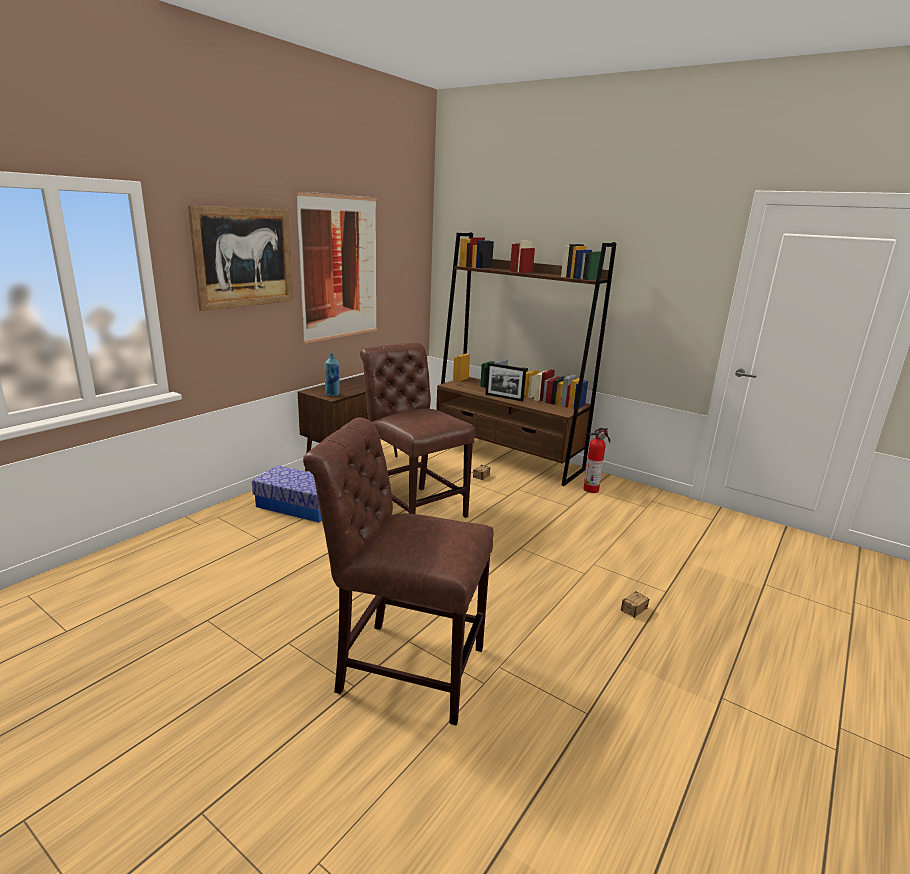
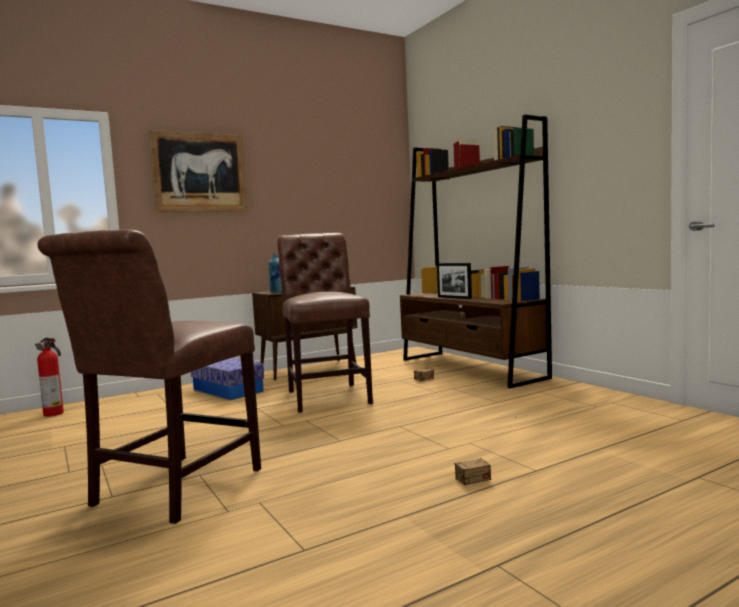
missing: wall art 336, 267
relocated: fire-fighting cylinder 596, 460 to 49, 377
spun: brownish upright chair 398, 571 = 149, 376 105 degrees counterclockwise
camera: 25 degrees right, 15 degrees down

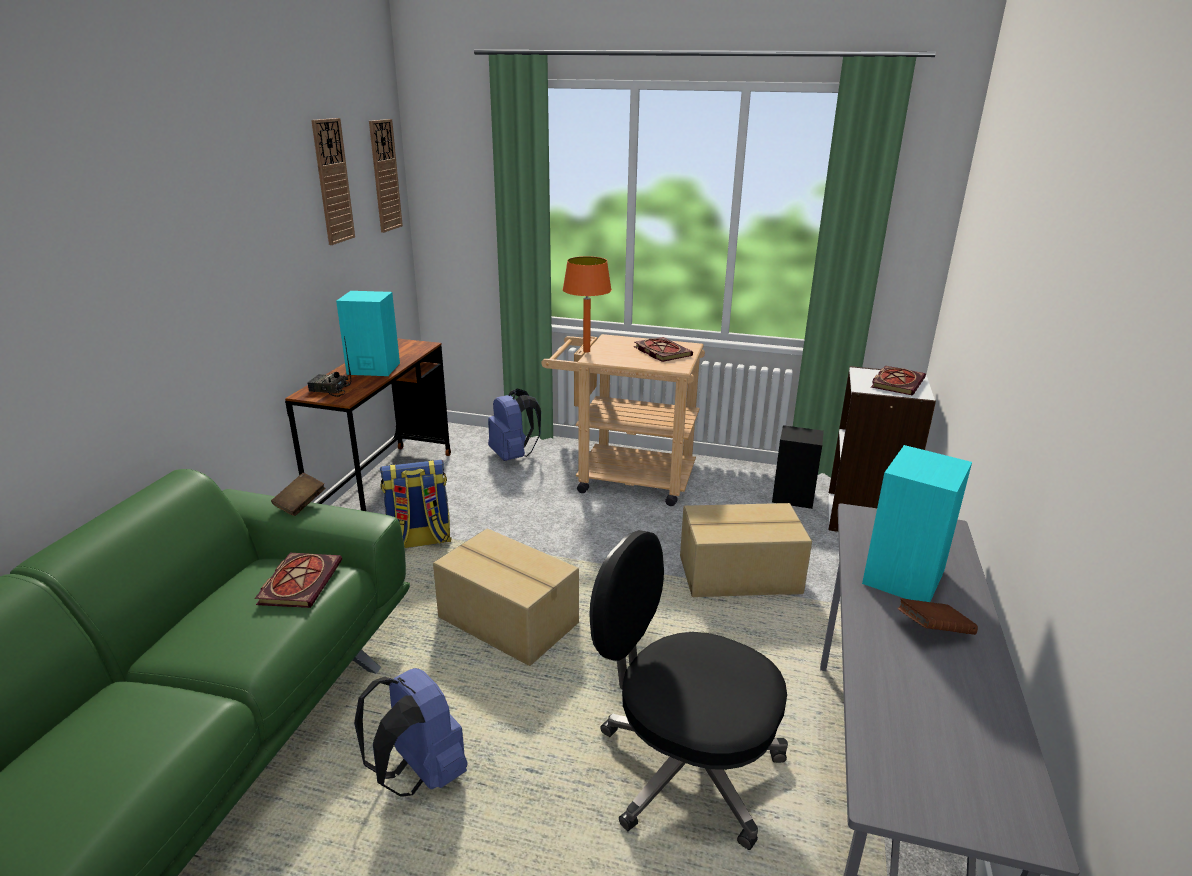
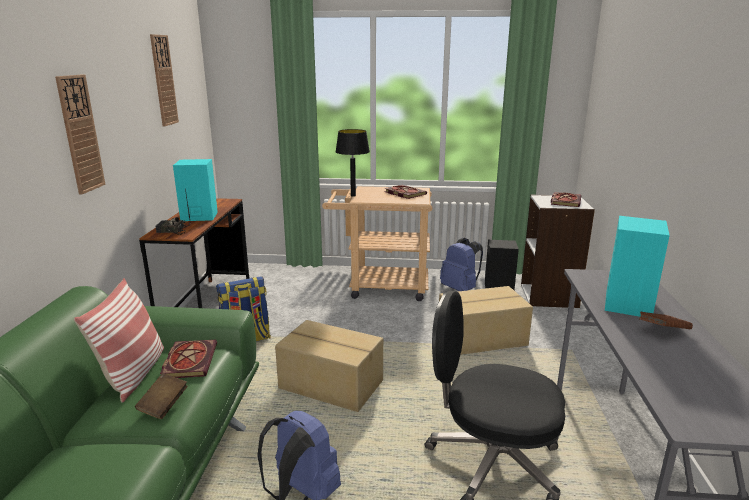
appeared: throw pillow 119, 340
relocated: brownish volume 298, 494 to 161, 396; wall clock 386, 176 to 80, 134; blue rucksack 514, 424 to 461, 264
colour: orangey tabletop lamp 587, 304 to black-coloured tabletop lamp 352, 163
camera: 10 degrees left, 5 degrees down

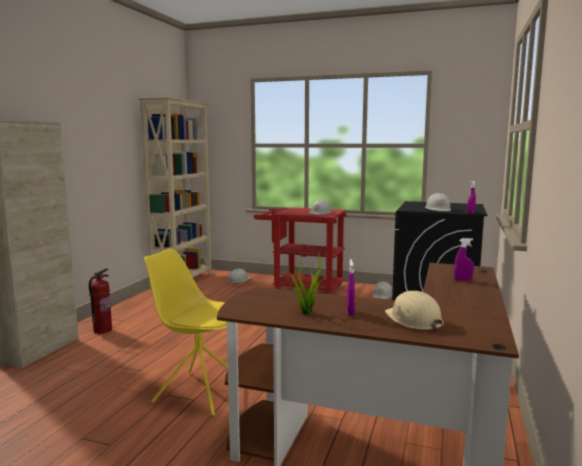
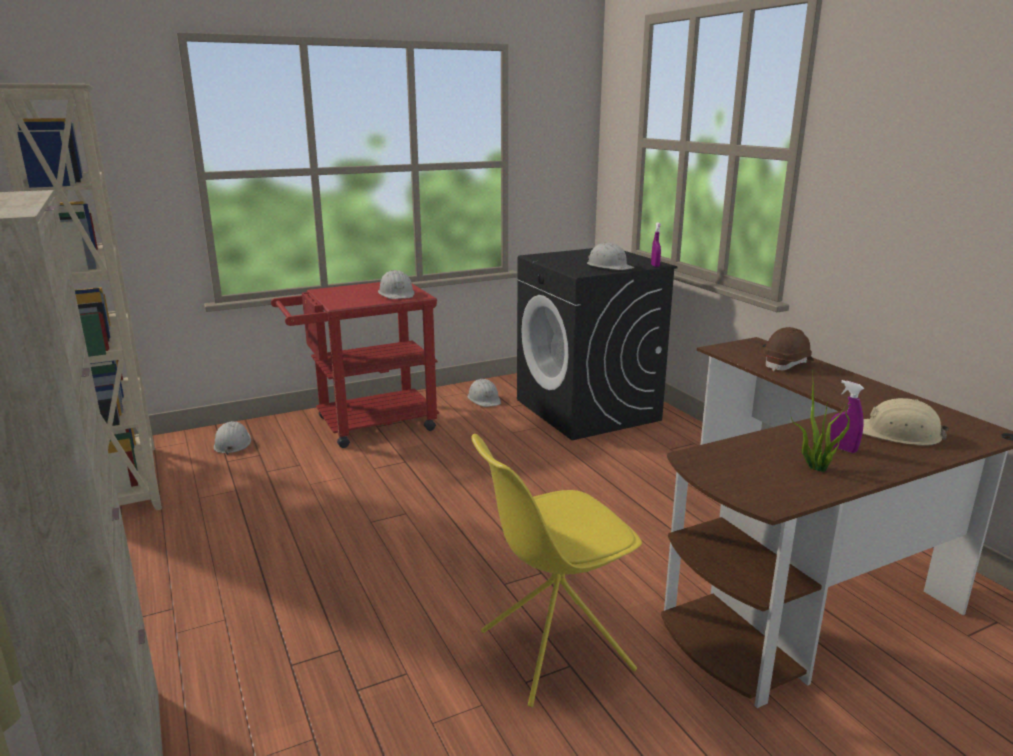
missing: fire-fighting cylinder 100, 301
exchanged: purplish hand sprayer 464, 259 to brownish work helmet 788, 349
camera: 45 degrees left, 10 degrees up

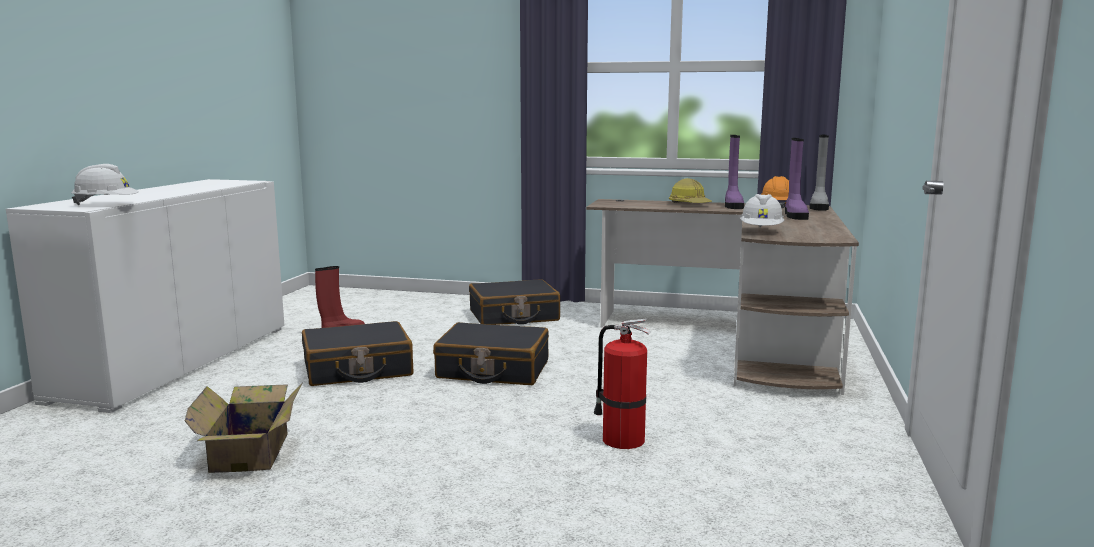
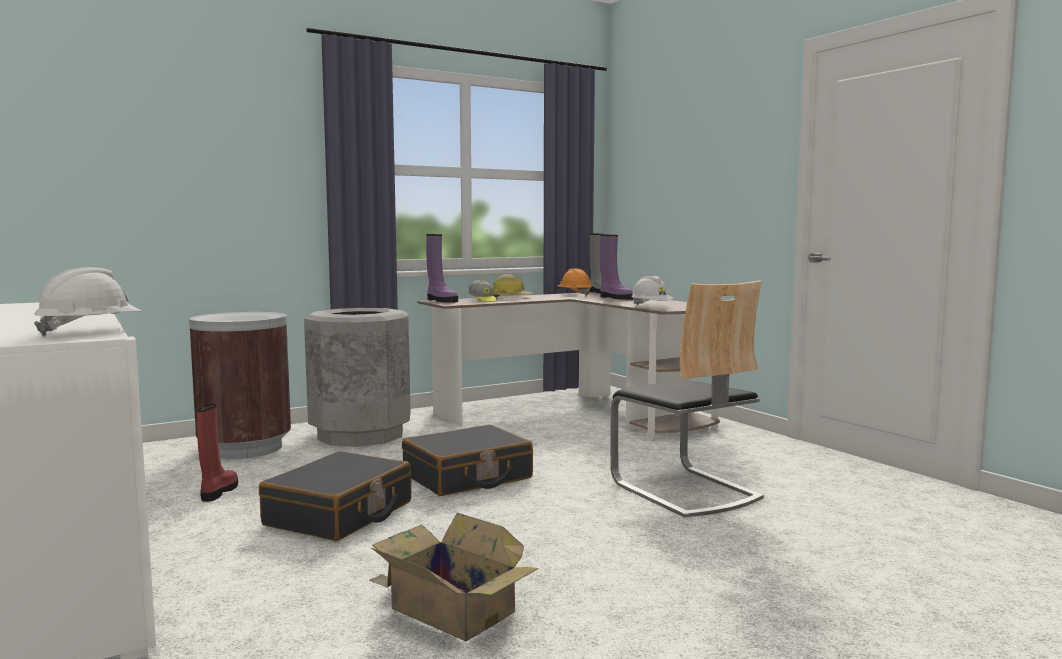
appeared: brownish waste bin 240, 385; cap 482, 291
relocated: purplish high-top boot 734, 172 to 442, 268
exchanged: black-coloured piece of luggage 514, 302 to gray waste bin 357, 377; fire-fighting cylinder 622, 383 to upright chair 687, 398
camera: 45 degrees left, 5 degrees down

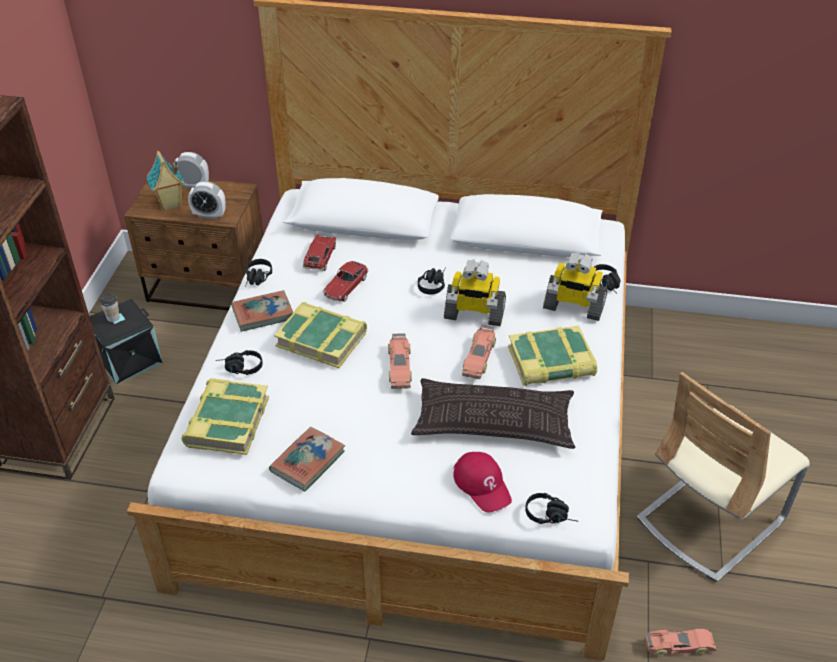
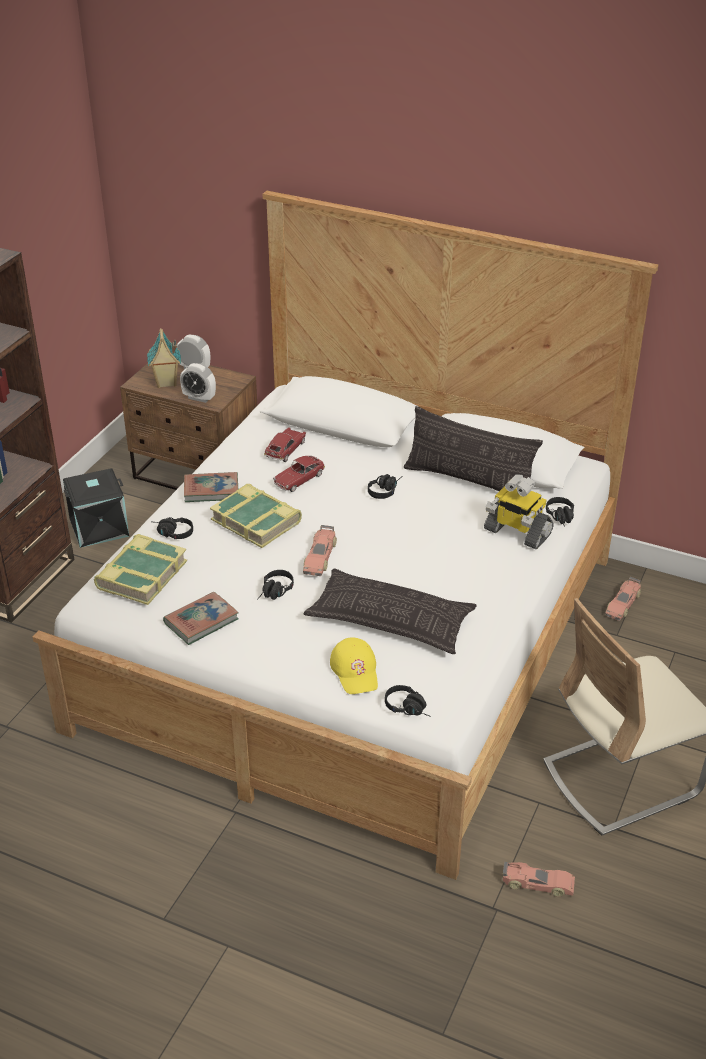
missing: small cup 110, 308; robot figure 475, 293; volume 552, 356
appeared: throw pillow 473, 448
relocated: black-coloured pair of headphones 258, 273 to 275, 585; miniature car 479, 351 to 623, 599
colour: red cap 482, 482 to yellow-coloured cap 354, 665
camera: 15 degrees right, 5 degrees down

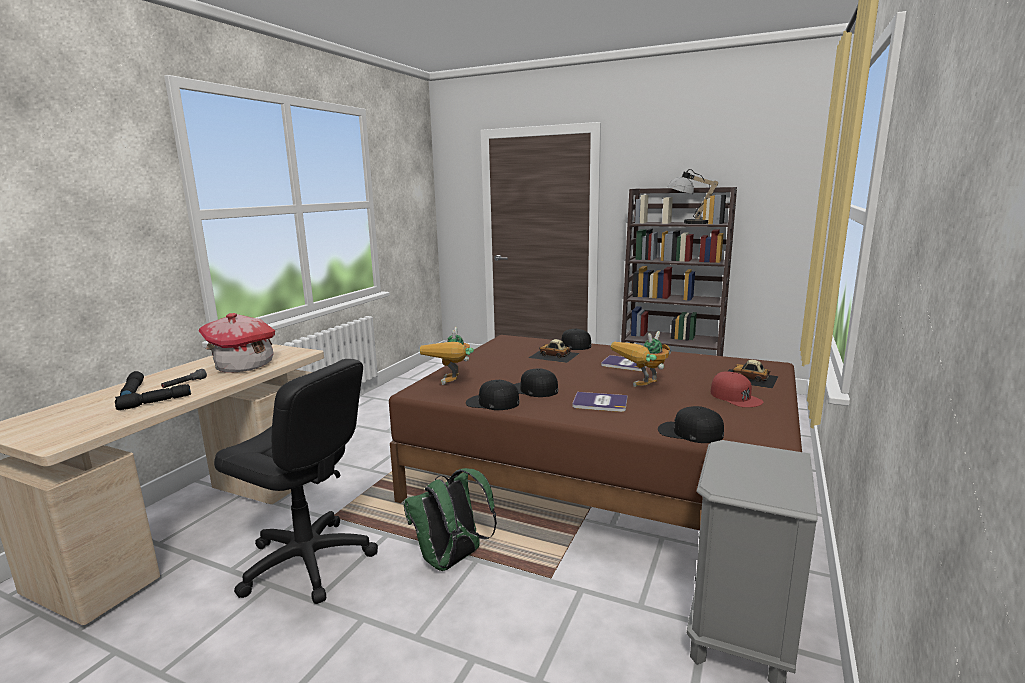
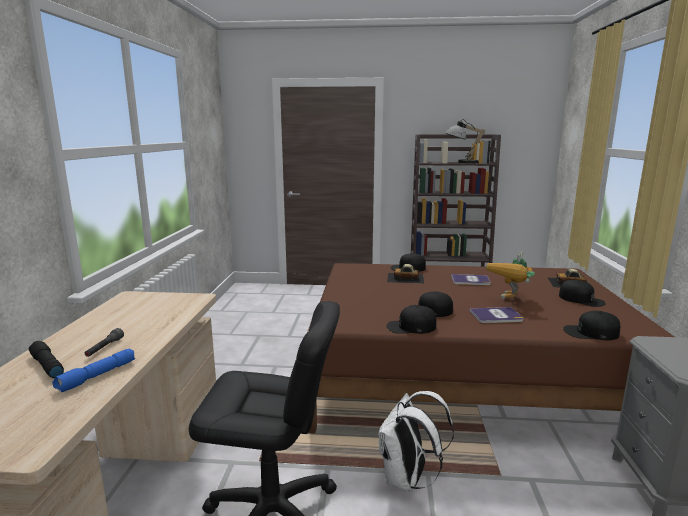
missing: toy house 237, 343; robot figure 447, 356
colour: black-coloured hand torch 153, 397 to blue hand torch 93, 370; greenish rucksack 450, 519 to whitish rucksack 416, 441; red cap 737, 389 to black-coloured cap 582, 293
camera: 20 degrees left, 0 degrees up

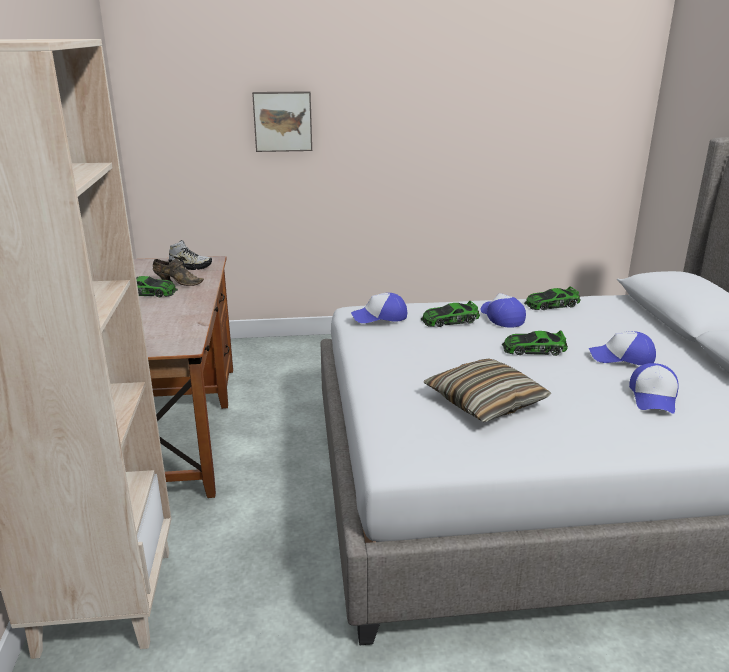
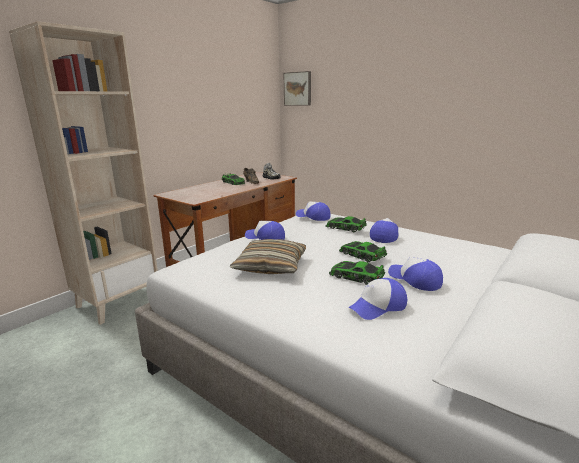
appeared: cap 265, 230
relocated: wall art 282, 121 to 297, 88; miniature car 552, 298 to 357, 273
camera: 45 degrees right, 5 degrees down

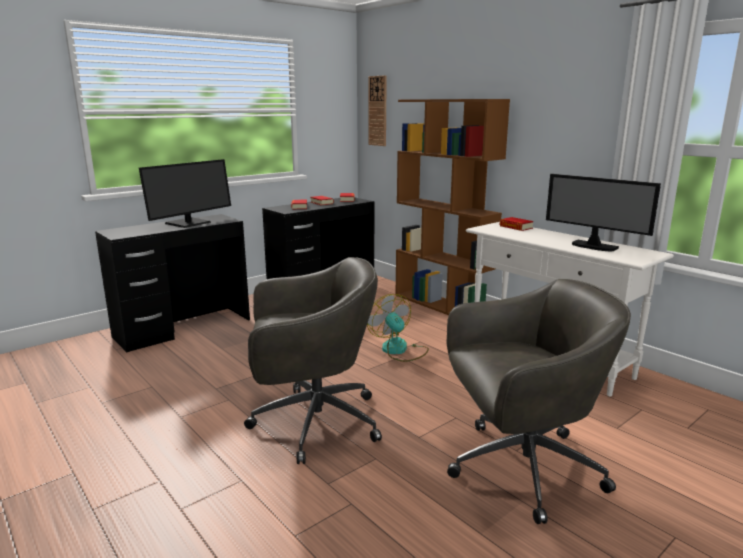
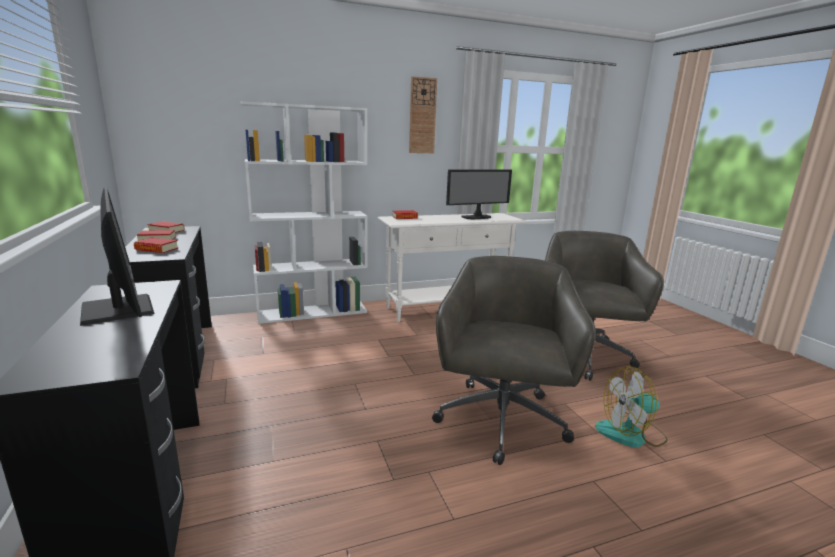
relocated: cooling fan 398, 328 to 631, 407; wall clock 377, 110 to 423, 114
colour: brownish shelving unit 452, 207 to whitish shelving unit 303, 212
camera: 70 degrees left, 0 degrees up

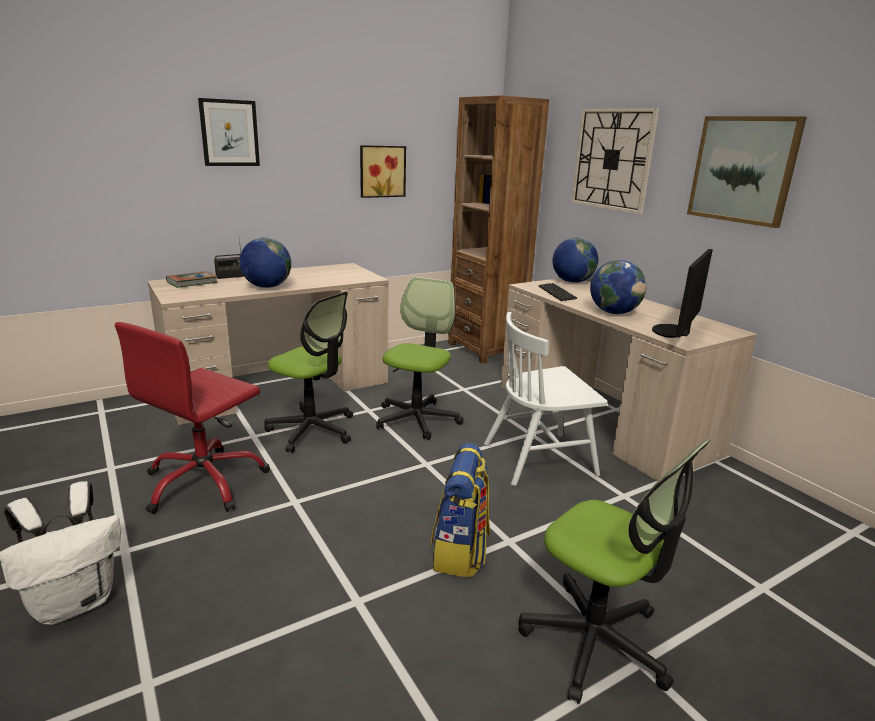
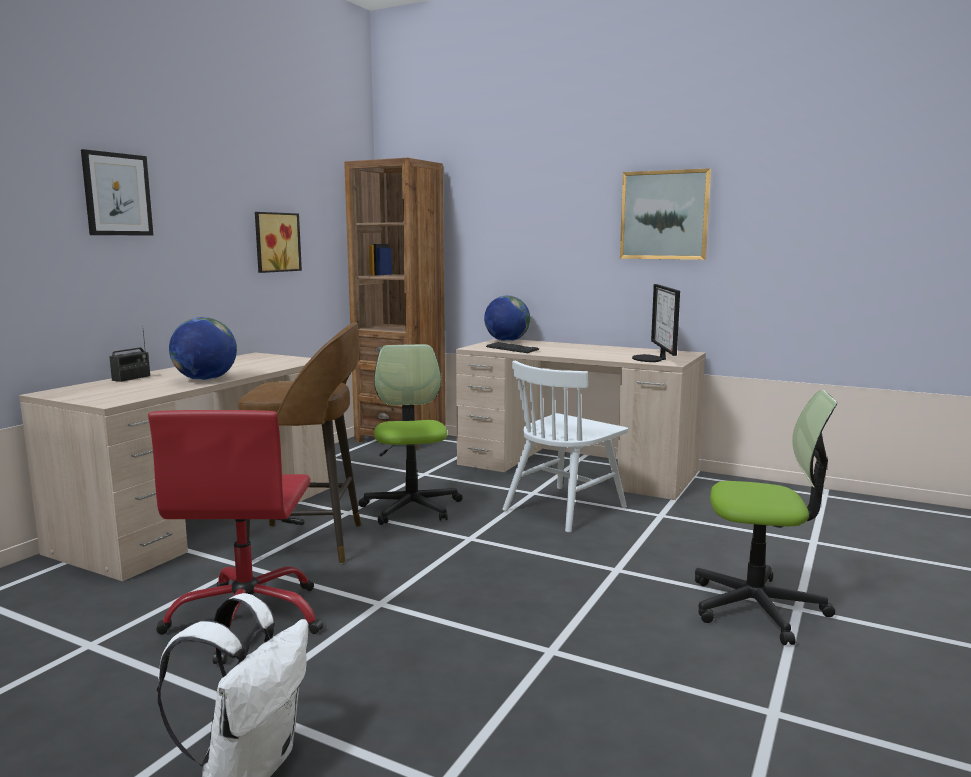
missing: volume 192, 279; rucksack 460, 510; wall clock 615, 161; globe 618, 287
exchanged: desk chair 308, 372 to brownish stool 300, 443
camera: 30 degrees left, 10 degrees down

